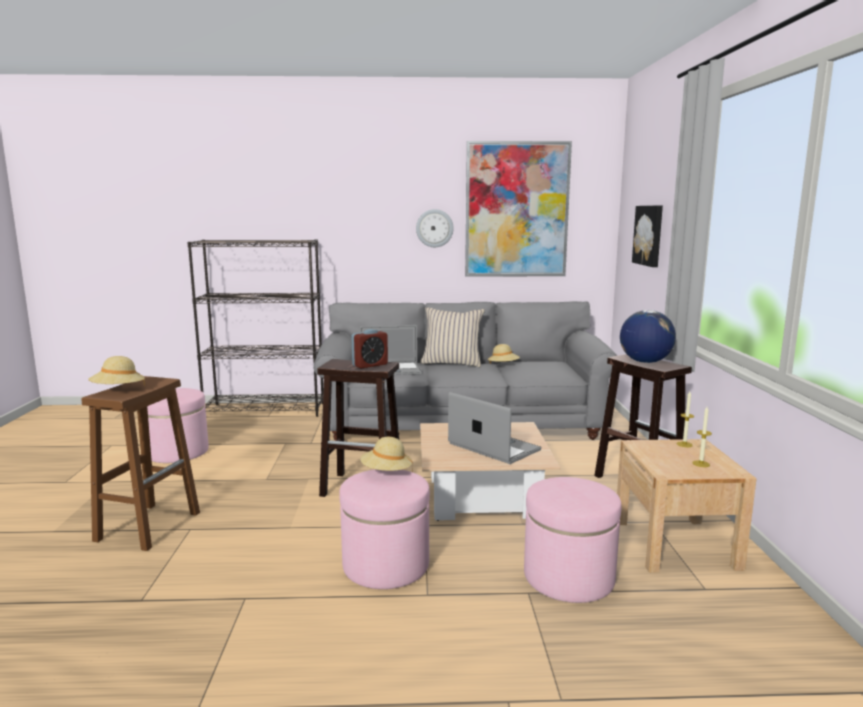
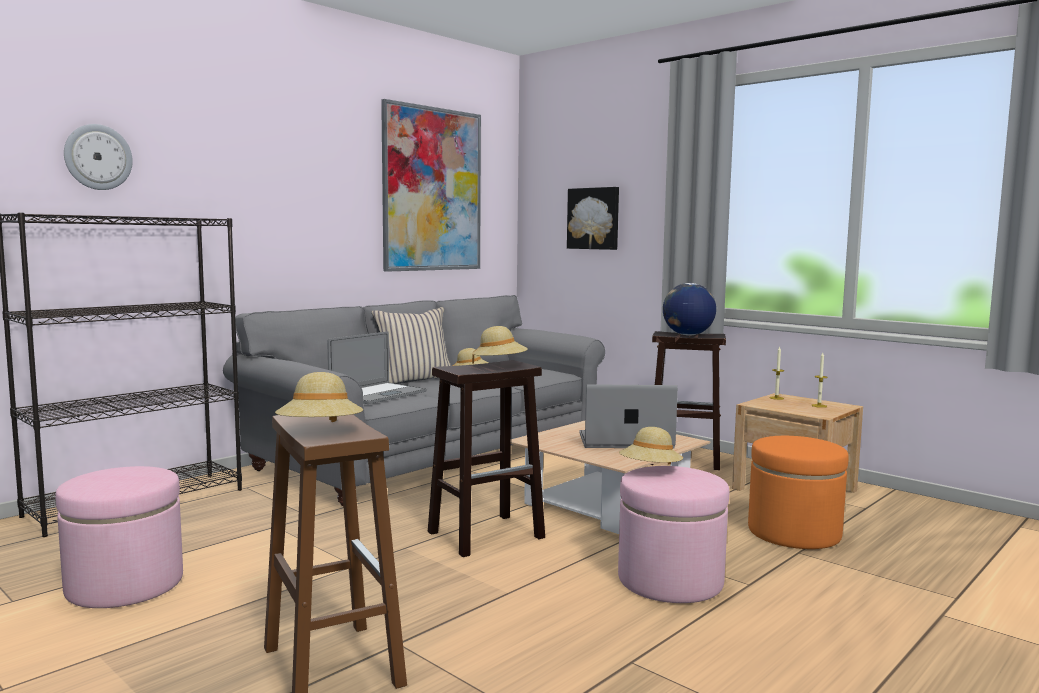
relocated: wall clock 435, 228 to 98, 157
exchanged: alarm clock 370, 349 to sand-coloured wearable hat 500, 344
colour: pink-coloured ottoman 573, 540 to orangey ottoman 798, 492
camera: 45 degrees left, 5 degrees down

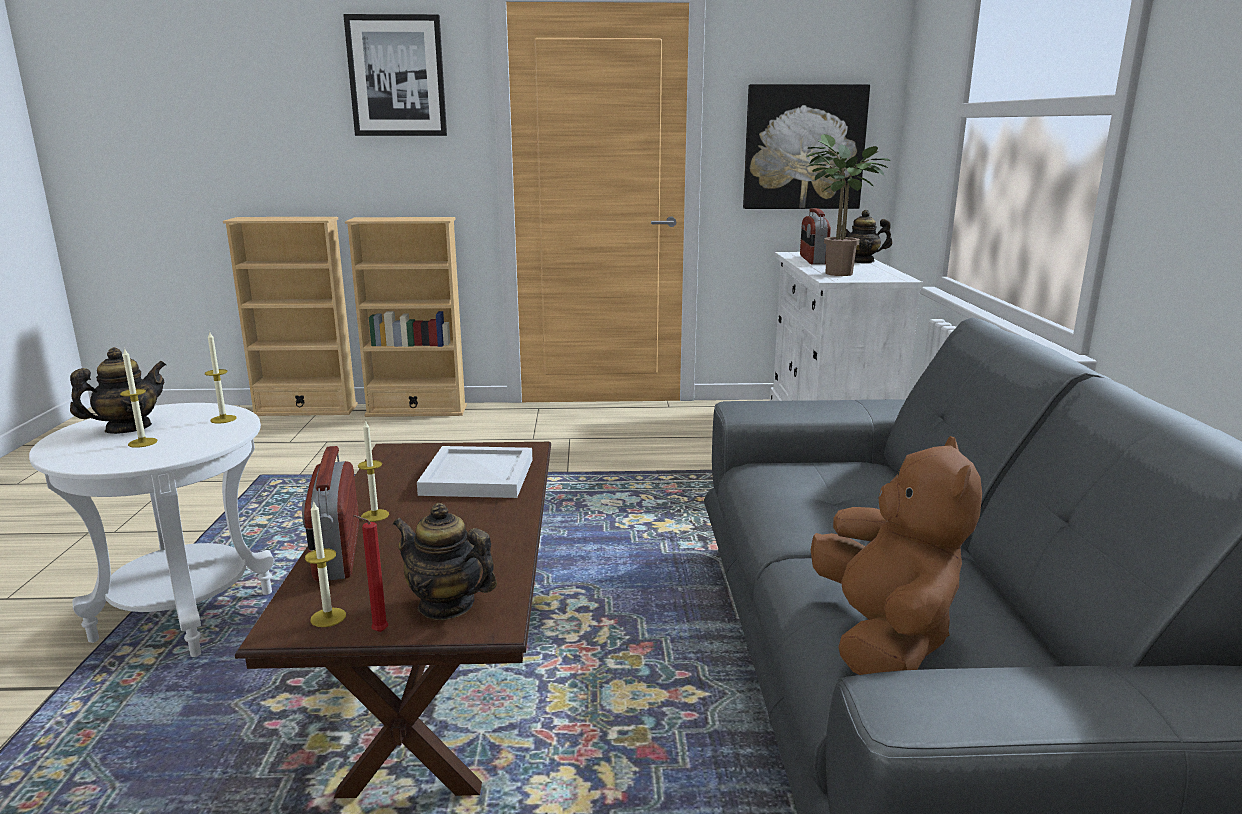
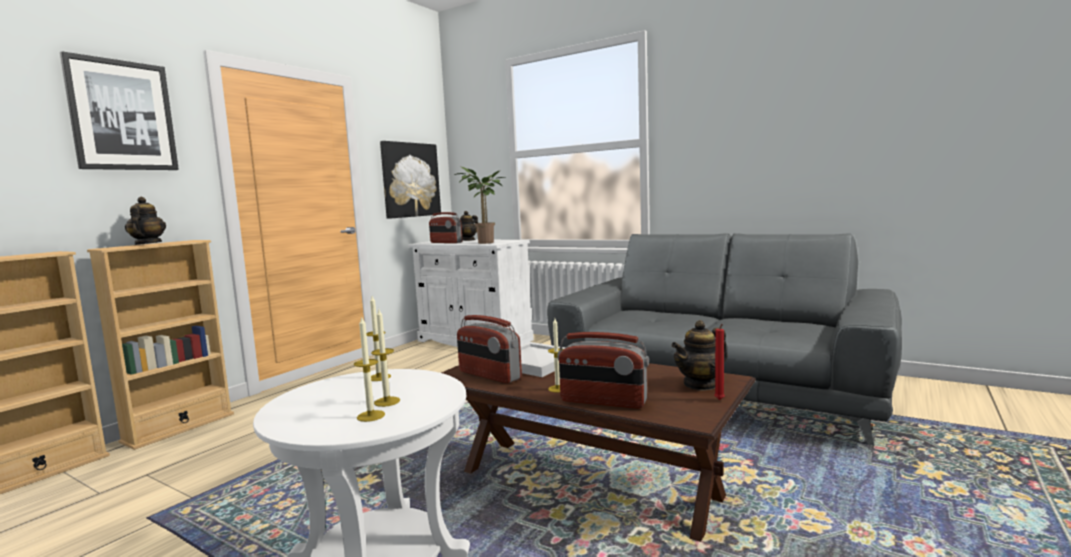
missing: brownish plush toy 896, 555
appeared: radio 489, 349
relocated: pot for tea 118, 390 to 145, 221; candle 325, 563 to 369, 369
camera: 55 degrees left, 10 degrees down

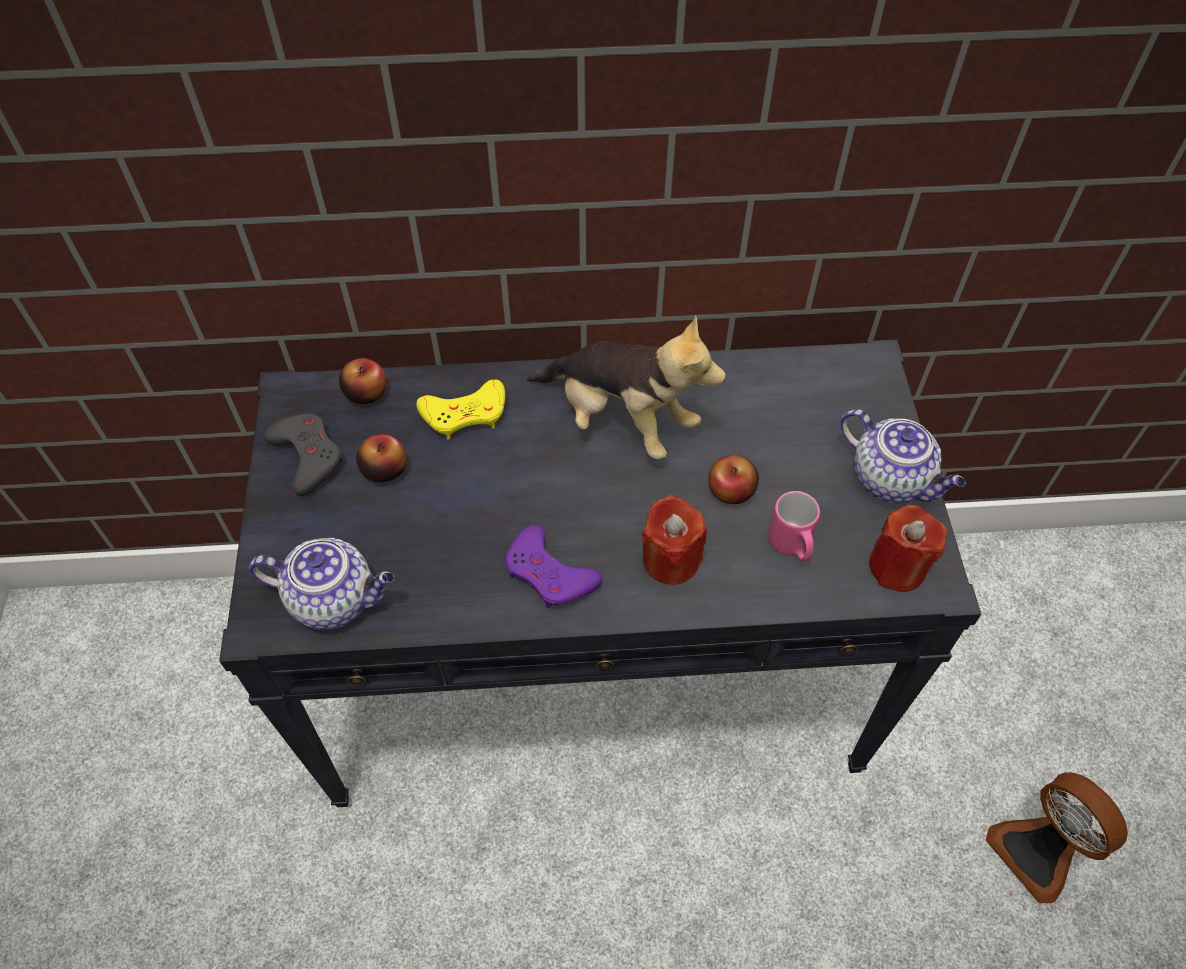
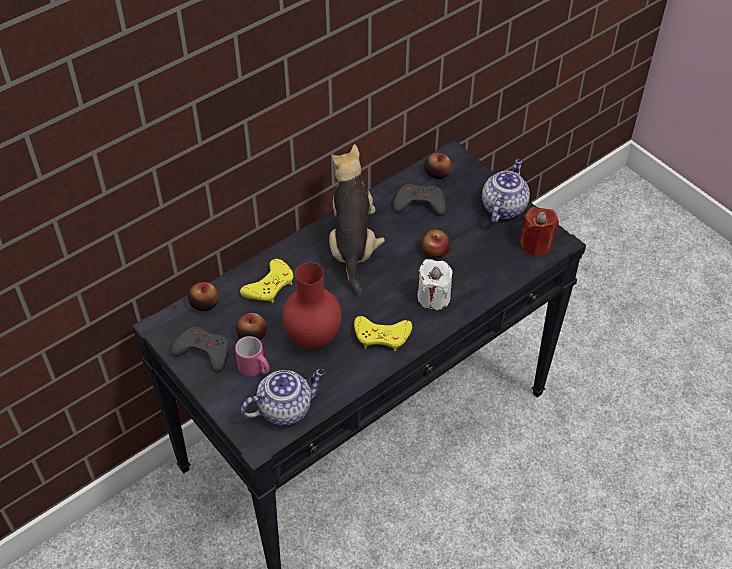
missing: cooling fan 1057, 838
appeared: red vase 312, 306; gray gamepad 420, 200; whole apple 438, 166
relocated: pink-coloured coffee mug 794, 526 to 252, 356
colour: purplish gamepad 554, 566 to yellow-coloured gamepad 383, 333; red candle 674, 540 to whitish candle 435, 285
spun: plush toy 626, 387 = 357, 221 90 degrees counterclockwise; pot for tea 903, 456 = 506, 191 75 degrees counterclockwise
camera: 35 degrees left, 5 degrees down

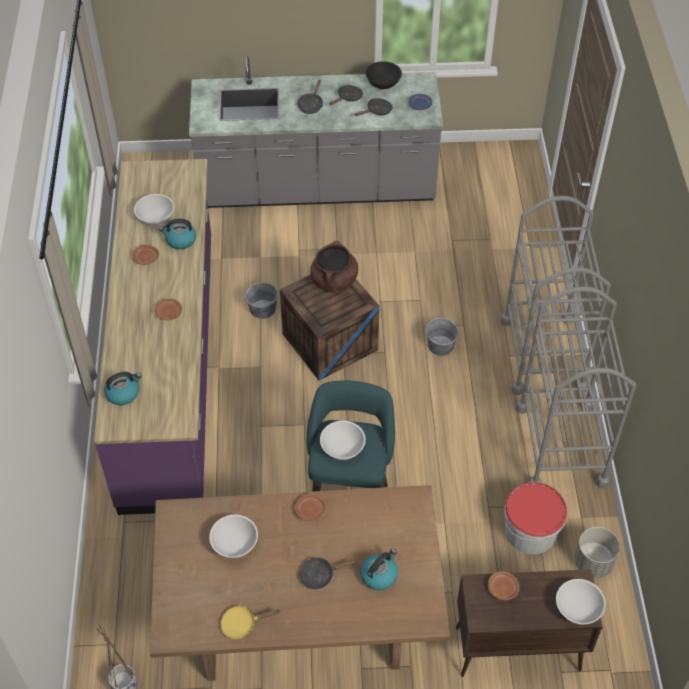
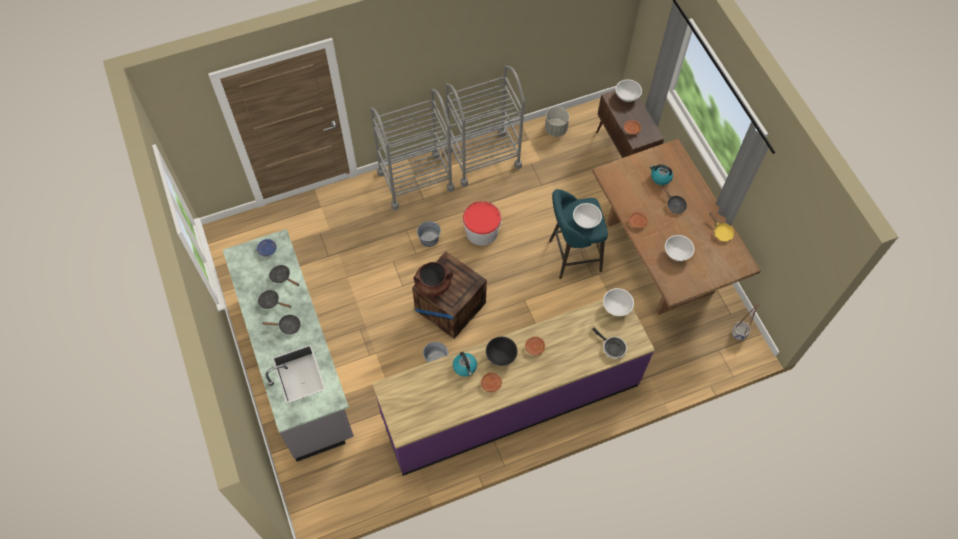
relocated: whitish serving bowl 154, 210 to 618, 302; black-coloured serving bowl 384, 75 to 501, 351; water bucket 536, 518 to 482, 223
exchanged: kettle 123, 388 to frying pan 609, 343
camera: 110 degrees left, 10 degrees up

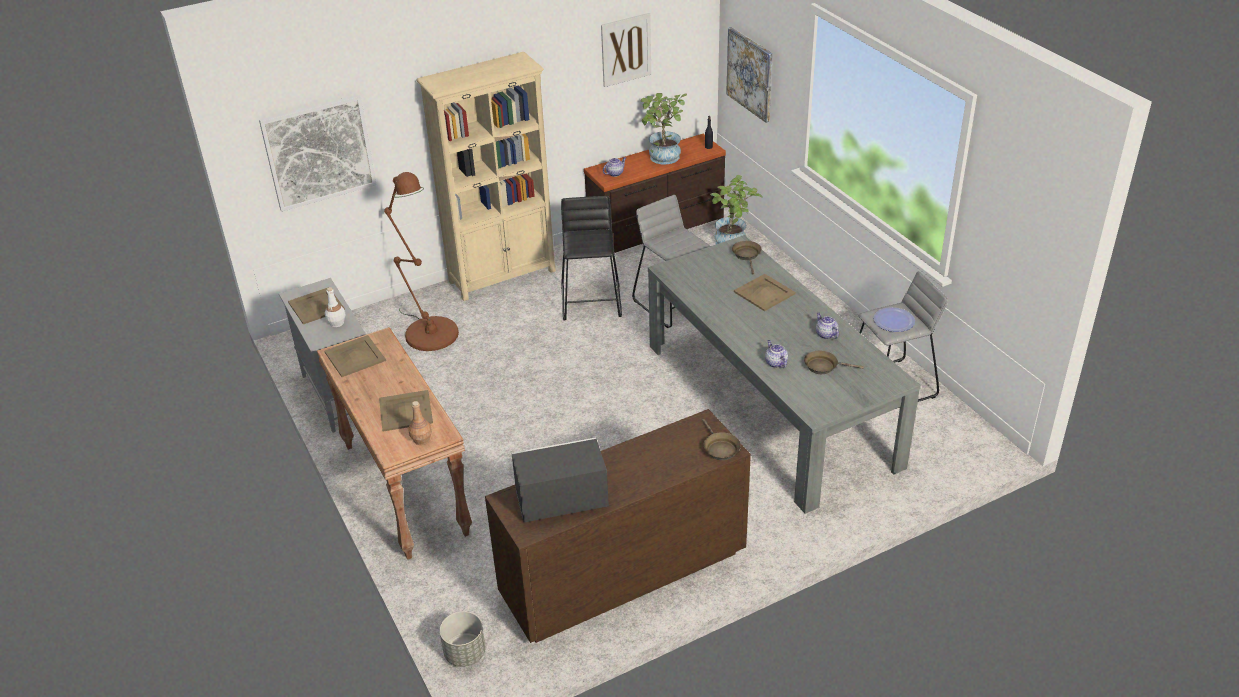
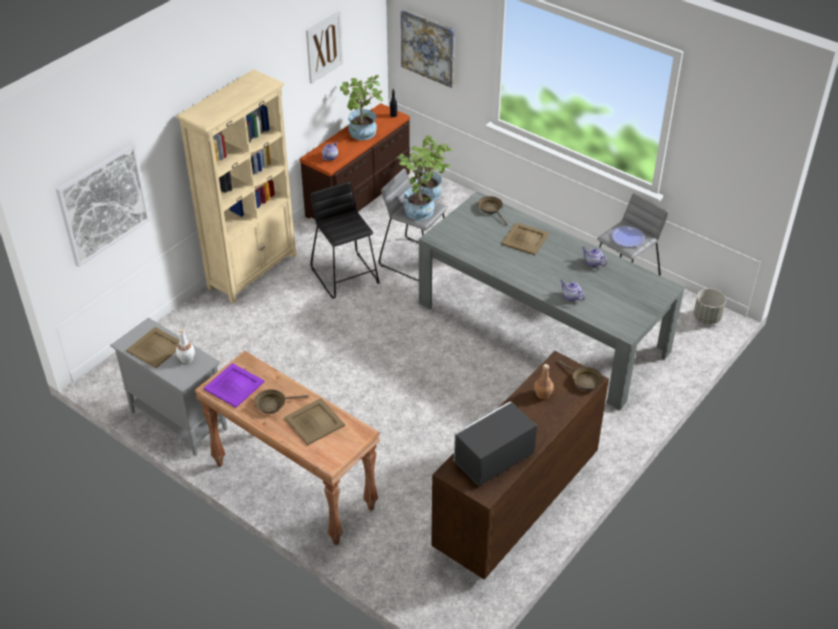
missing: brownish floor lamp 421, 261
appeared: potted plant 419, 183
relocated: brownish beverage bottle 420, 423 to 544, 381; gray flower pot 463, 639 to 710, 306; brownish frying pan 834, 362 to 281, 401
colour: sand-coloured serving tray 355, 356 to purplish serving tray 234, 385
camera: 25 degrees left, 5 degrees up

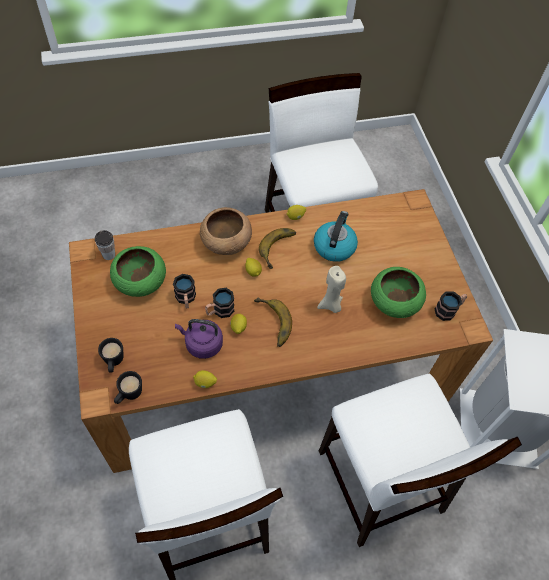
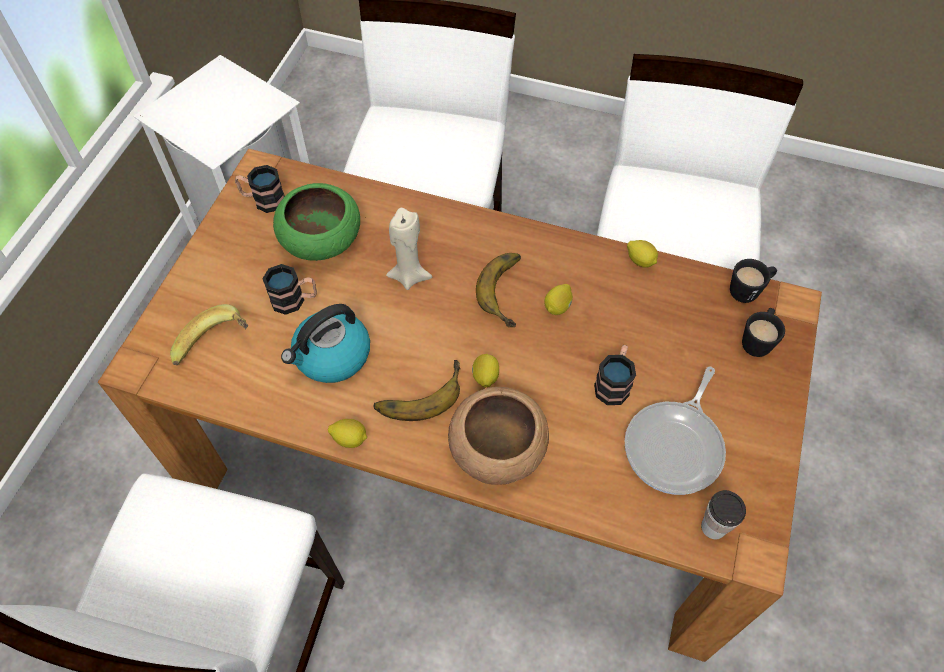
missing: purplish kettle 199, 339
appeared: banana 209, 334
relocated: coffee mug 219, 303 to 289, 289
exchanged: greenish serving bowl 138, 271 to frying pan 675, 430
camera: 145 degrees left, 0 degrees up

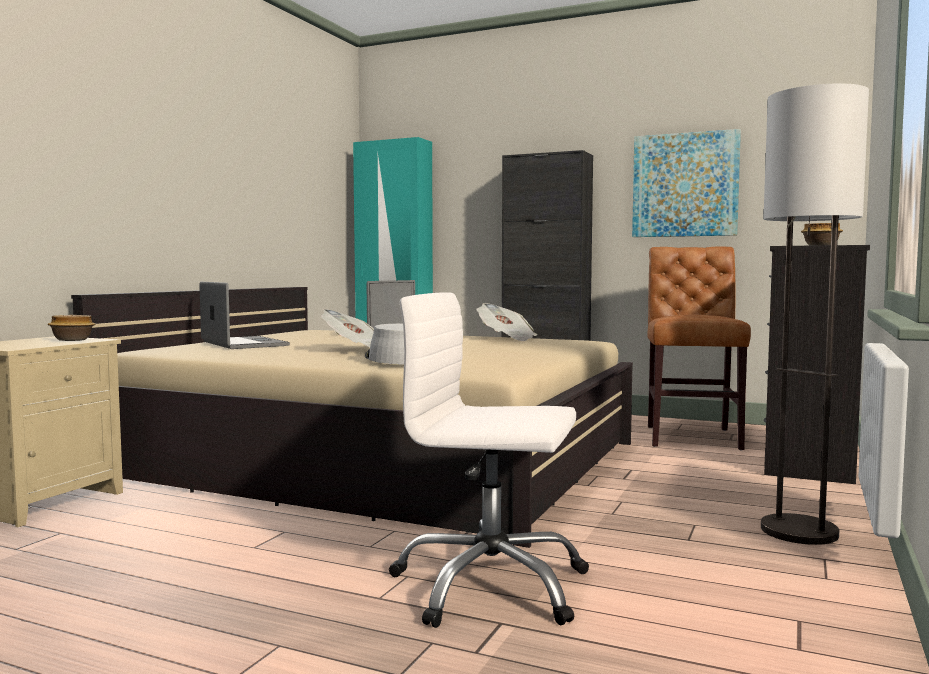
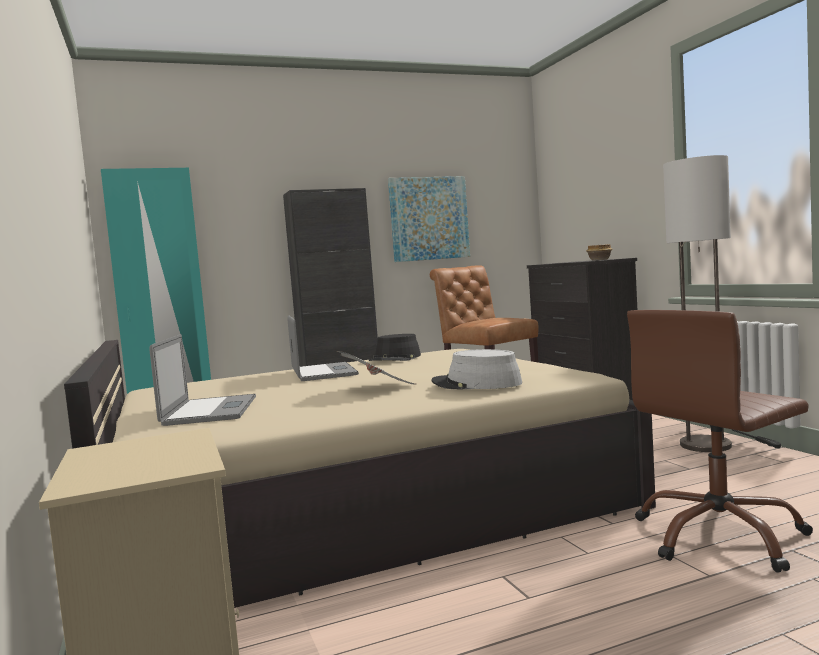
missing: serving bowl 71, 328
exchanged: printed paper 507, 322 to black-coloured wearable hat 395, 347
colour: whitish desk chair 489, 460 to brownish desk chair 720, 441
spun: laptop 244, 315 = 203, 380 75 degrees clockwise
camera: 45 degrees left, 0 degrees up

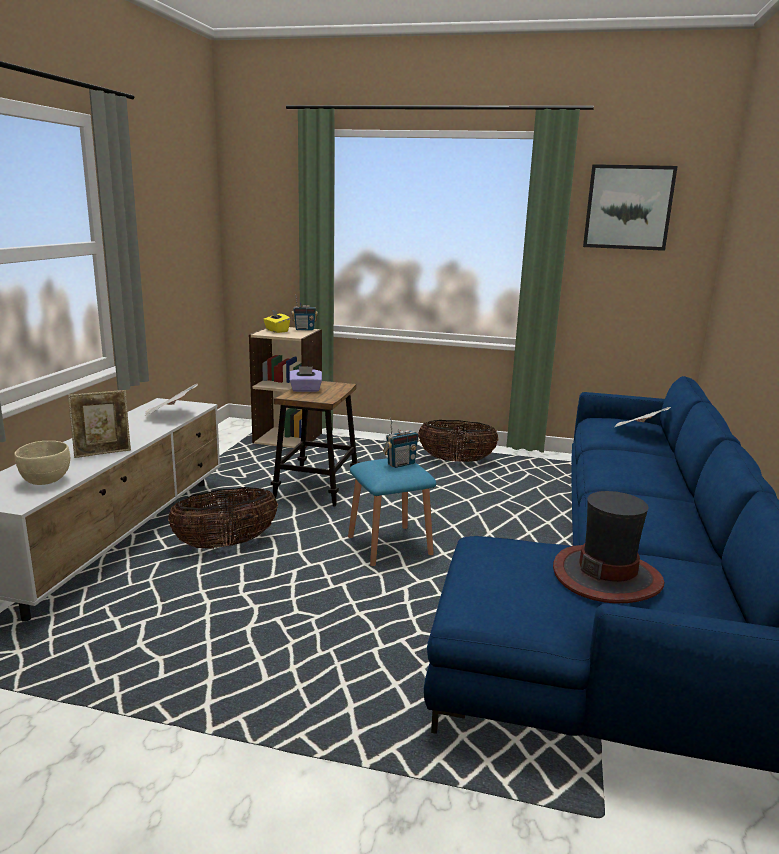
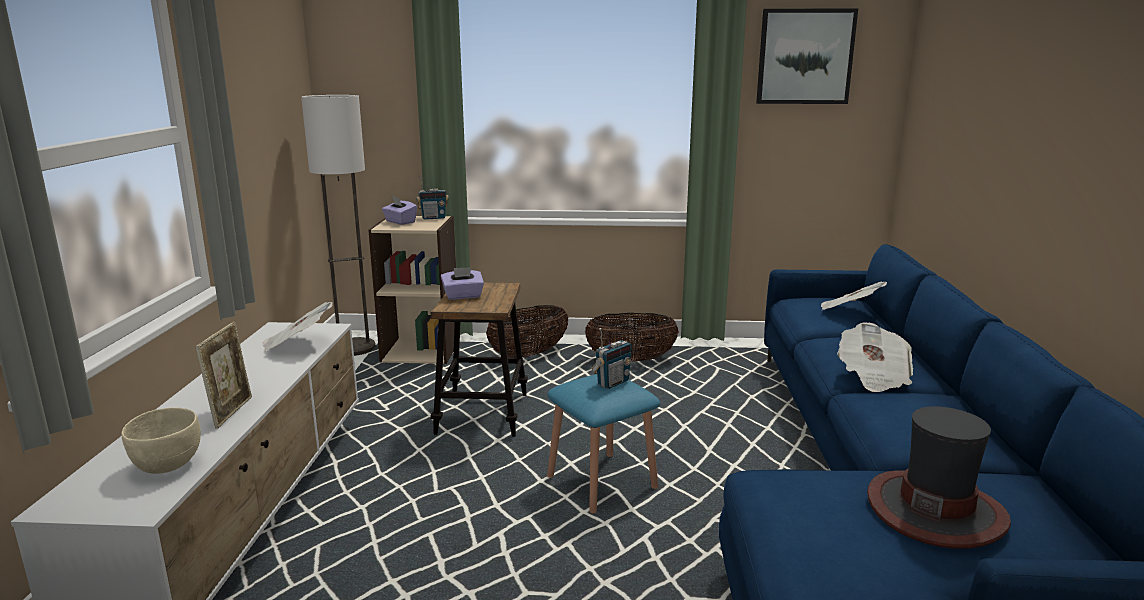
appeared: floor lamp 338, 225; printed paper 875, 357
relocated: household basket 223, 518 to 527, 331
colour: yellow-coloured tissue holder 276, 321 to purplish tissue holder 399, 210
spun: picture frame 99, 424 = 223, 375 45 degrees counterclockwise
camera: 10 degrees left, 0 degrees up

